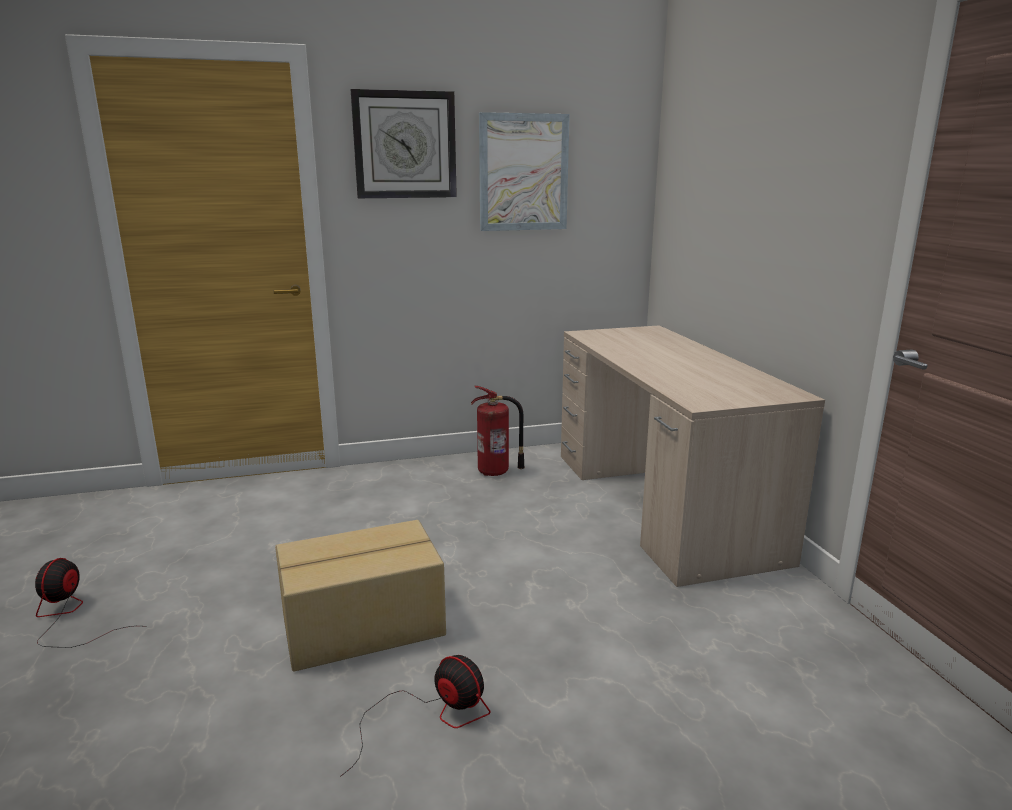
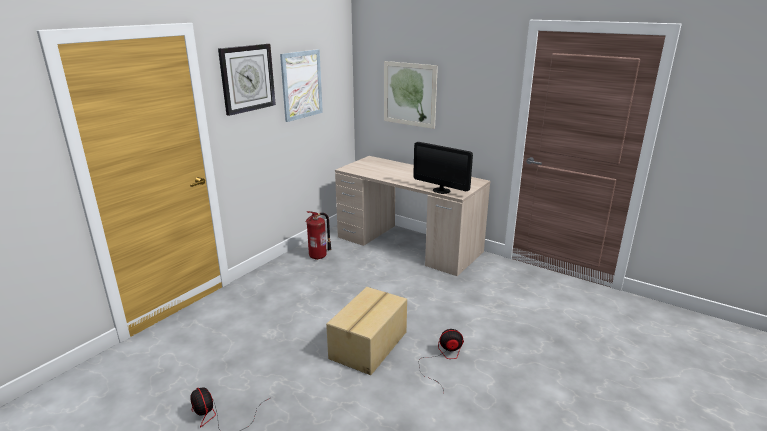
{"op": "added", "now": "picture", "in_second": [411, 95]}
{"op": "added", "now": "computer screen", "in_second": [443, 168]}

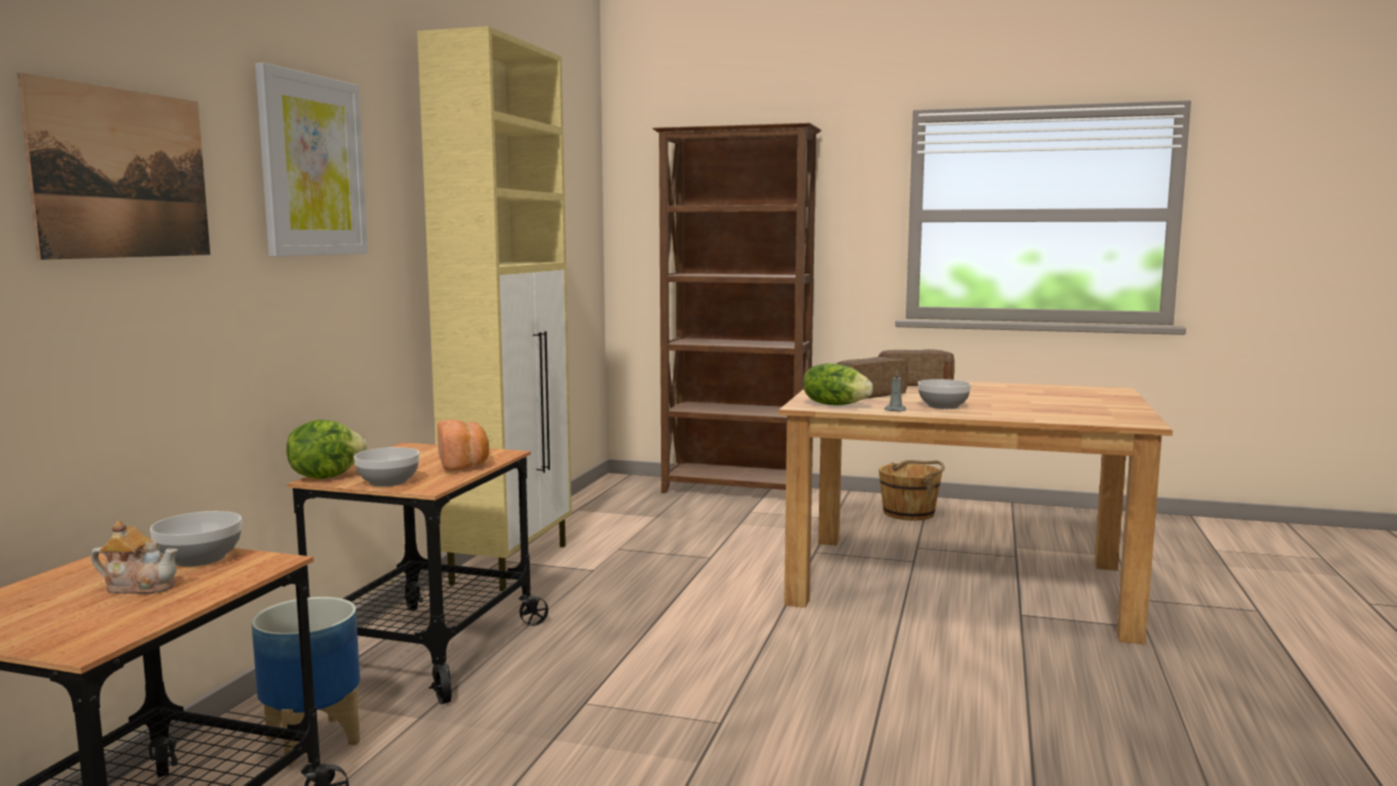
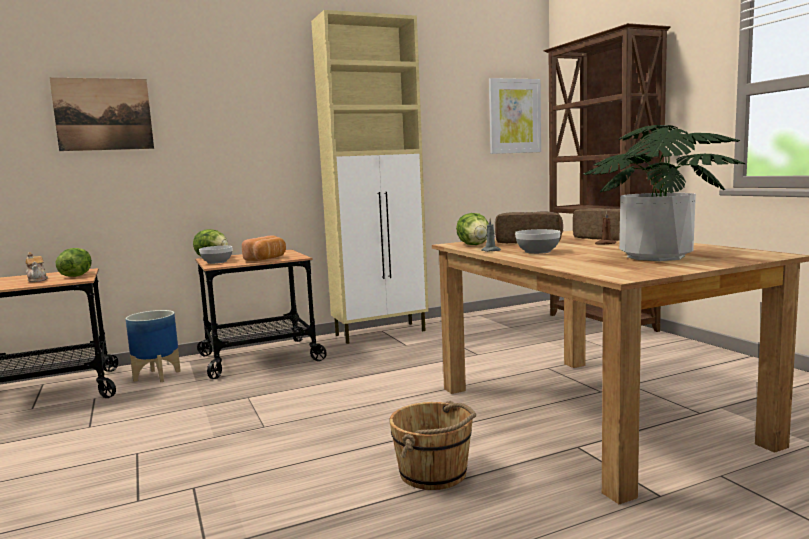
{"op": "replaced", "was": "deep dish", "now": "lettuce head", "in_first": [196, 539], "in_second": [74, 262]}
{"op": "moved", "was": "bucket/brownish", "in_first": [912, 490], "in_second": [432, 445]}
{"op": "moved", "was": "picture", "in_first": [311, 160], "in_second": [515, 116]}
{"op": "added", "now": "houseplant", "in_second": [664, 193]}

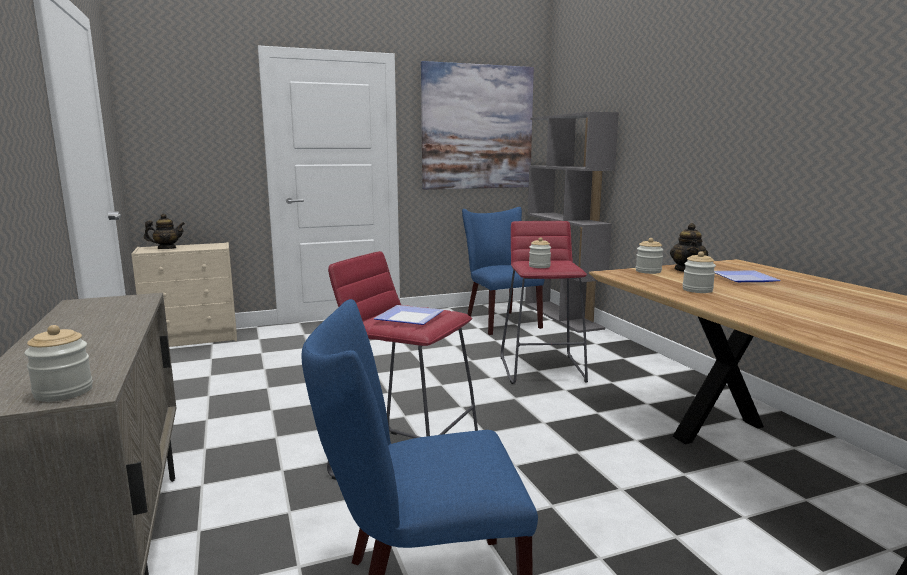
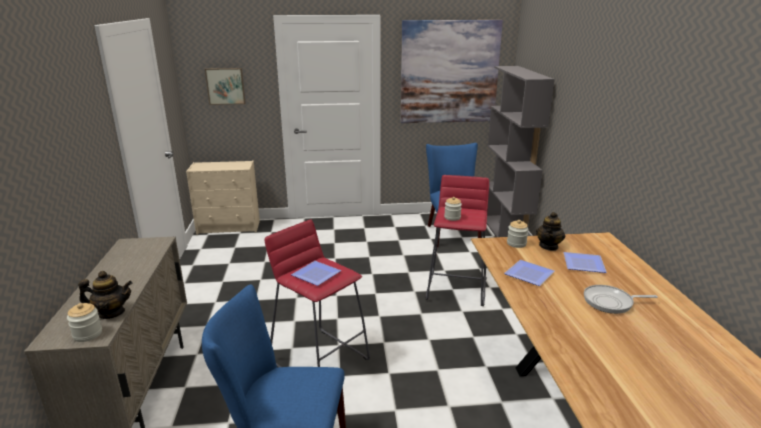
{"op": "moved", "was": "tea pot", "in_first": [164, 231], "in_second": [105, 295]}
{"op": "added", "now": "picture", "in_second": [225, 86]}
{"op": "replaced", "was": "preserve jar", "now": "dinner plate", "in_first": [699, 272], "in_second": [529, 273]}
{"op": "added", "now": "frying pan", "in_second": [621, 299]}

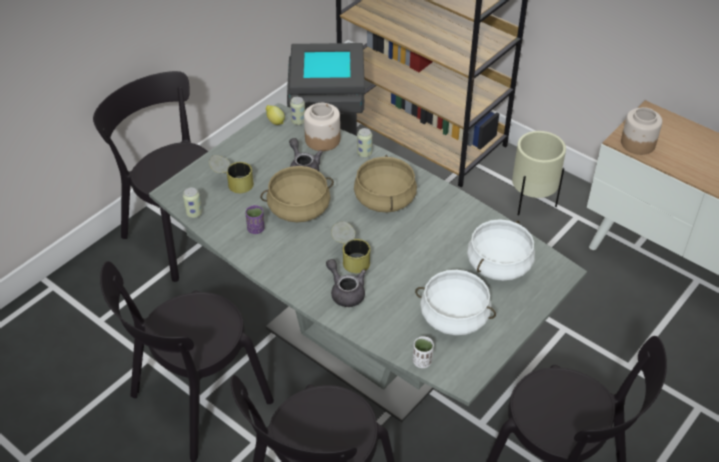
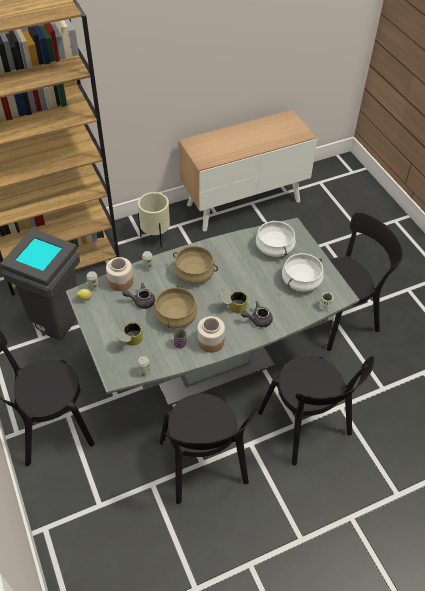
{"op": "moved", "was": "preserve jar", "in_first": [641, 131], "in_second": [211, 334]}

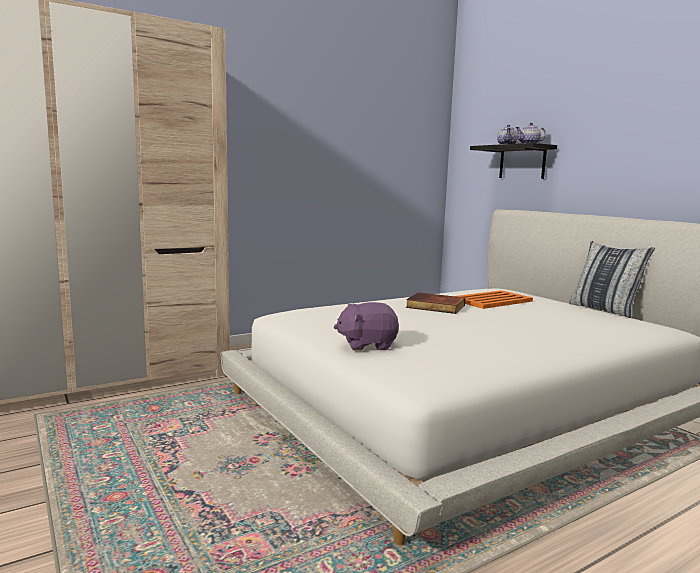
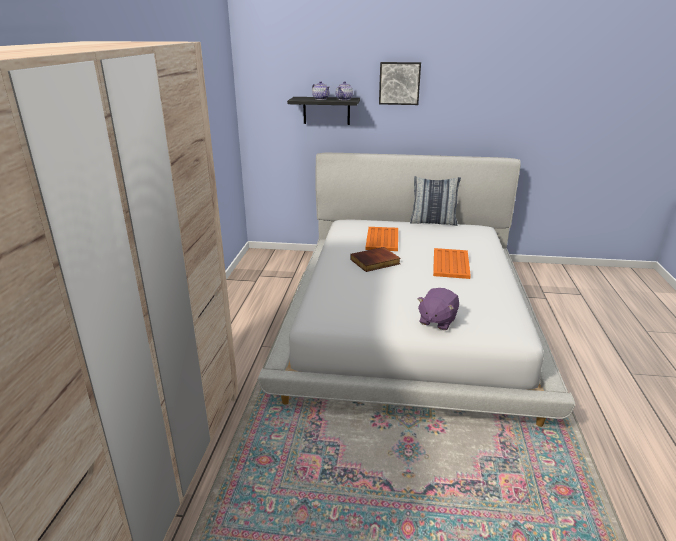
{"op": "added", "now": "picture", "in_second": [400, 83]}
{"op": "added", "now": "tray/orangey", "in_second": [452, 263]}

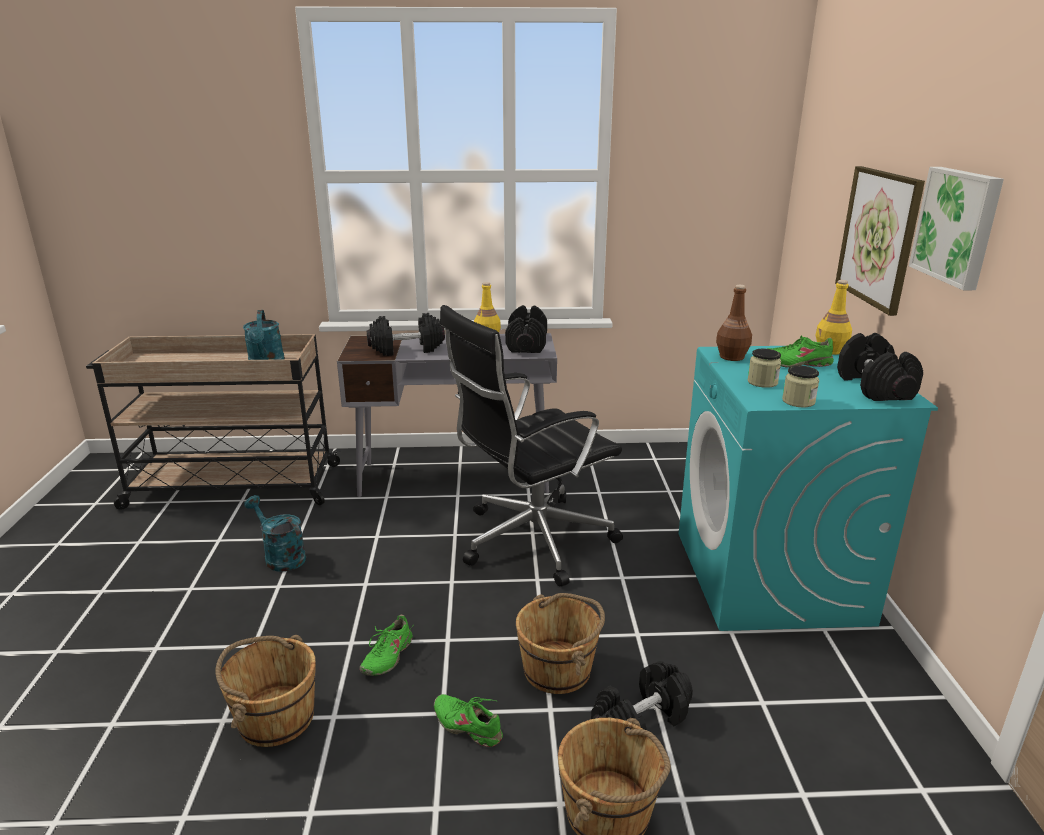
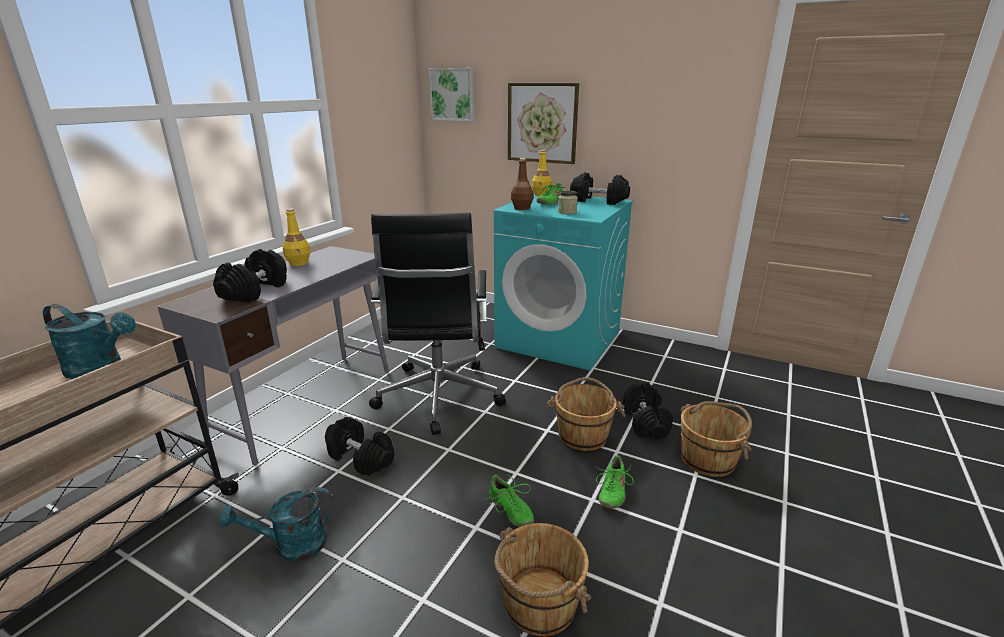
{"op": "moved", "was": "dumbbell/blackish", "in_first": [526, 329], "in_second": [359, 446]}
{"op": "moved", "was": "picture", "in_first": [956, 228], "in_second": [451, 94]}
{"op": "turned", "was": "item of footwear/greenish", "in_first": [468, 720], "in_second": [614, 482], "clockwise": -45}
{"op": "removed", "was": "preserve jar", "in_first": [800, 387]}

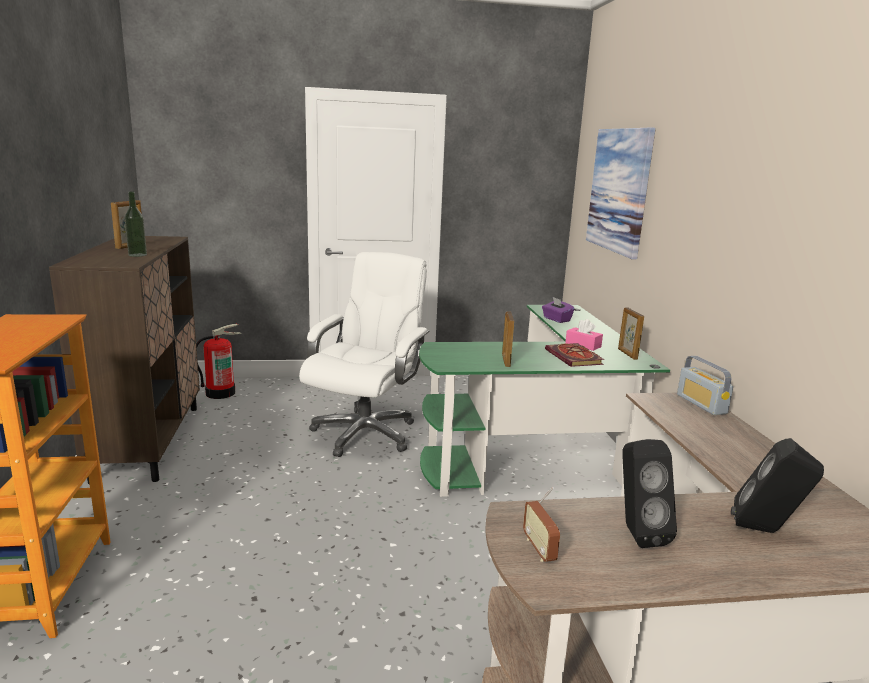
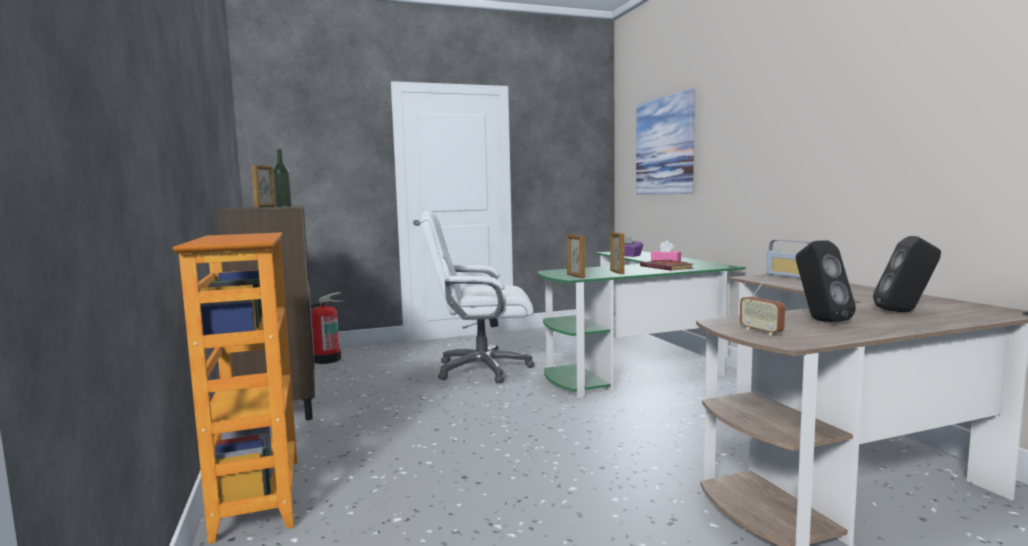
{"op": "turned", "was": "computer chair/white", "in_first": [364, 354], "in_second": [477, 296], "clockwise": -105}
{"op": "moved", "was": "picture frame", "in_first": [631, 333], "in_second": [576, 256]}

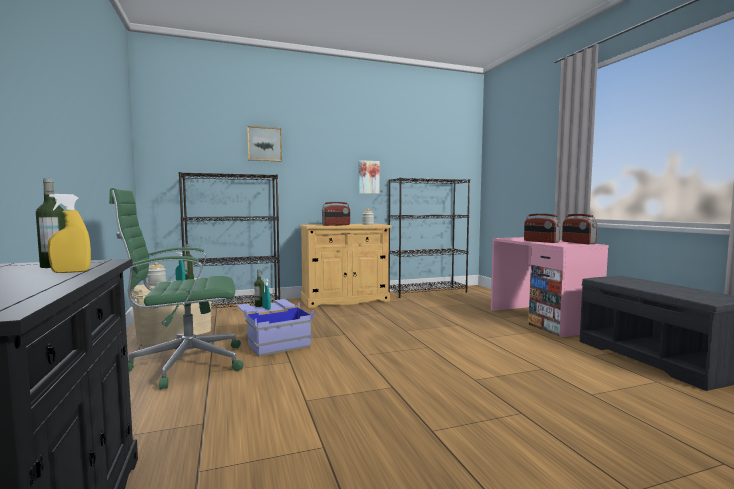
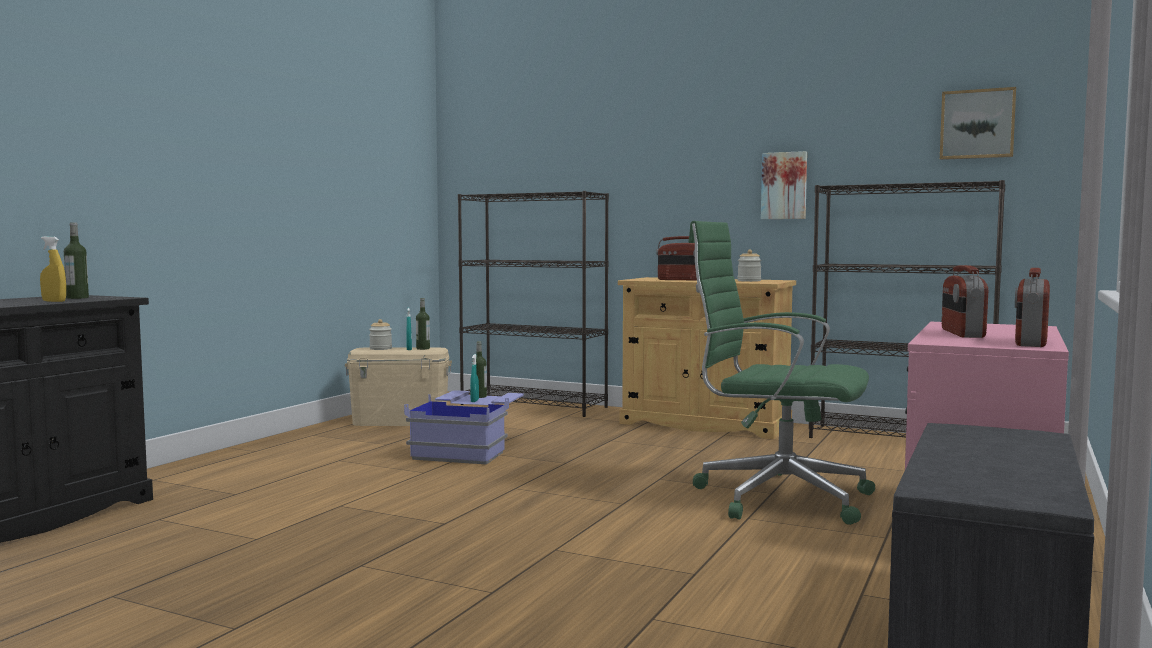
{"op": "moved", "was": "computer chair/greenish", "in_first": [176, 289], "in_second": [781, 373]}
{"op": "moved", "was": "picture", "in_first": [264, 143], "in_second": [978, 123]}

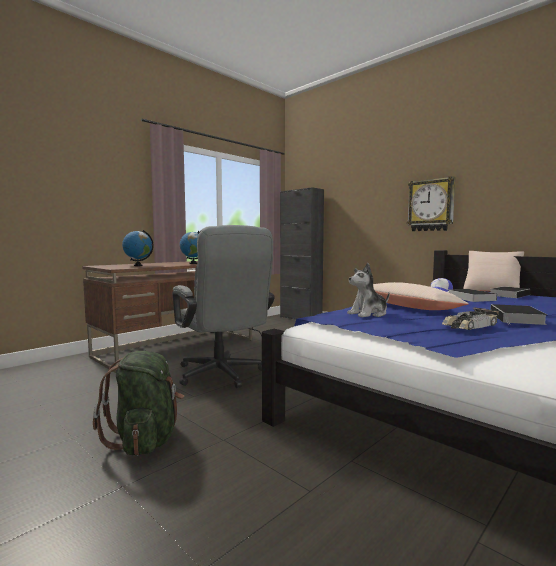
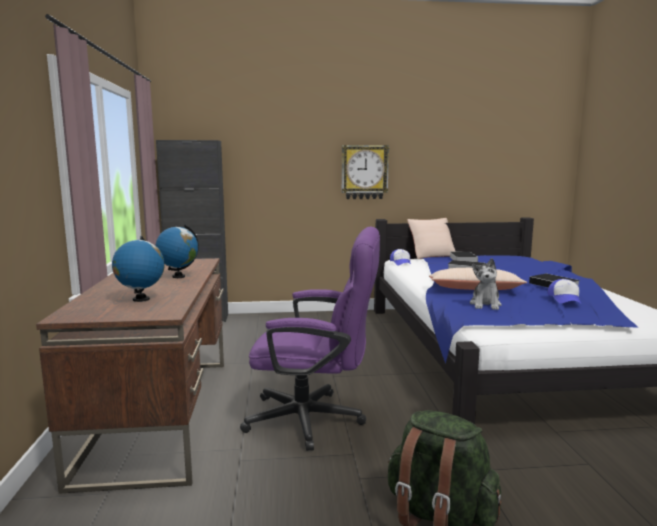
{"op": "recoloured", "was": "computer chair/greyish", "now": "computer chair/purple-coloured", "in_first": [223, 306], "in_second": [310, 339]}
{"op": "replaced", "was": "model car", "now": "baseball cap", "in_first": [470, 318], "in_second": [564, 291]}

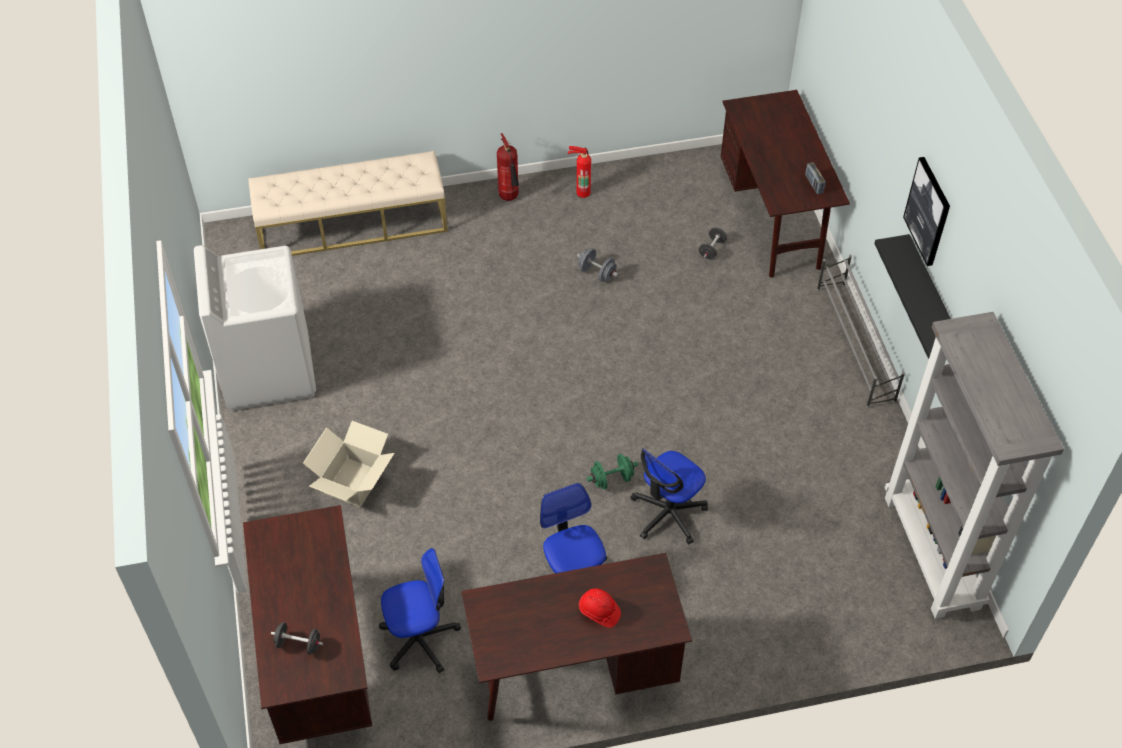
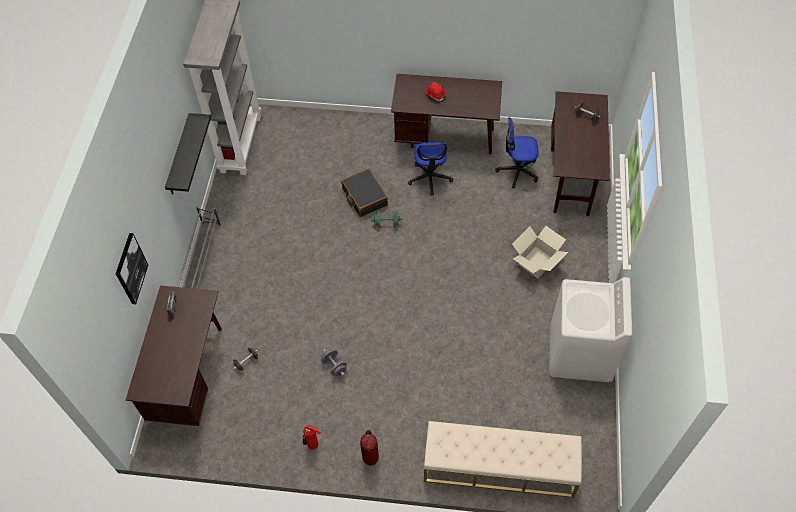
{"op": "moved", "was": "picture", "in_first": [926, 211], "in_second": [132, 268]}
{"op": "replaced", "was": "computer chair", "now": "travel case/blackish", "in_first": [669, 496], "in_second": [364, 193]}

